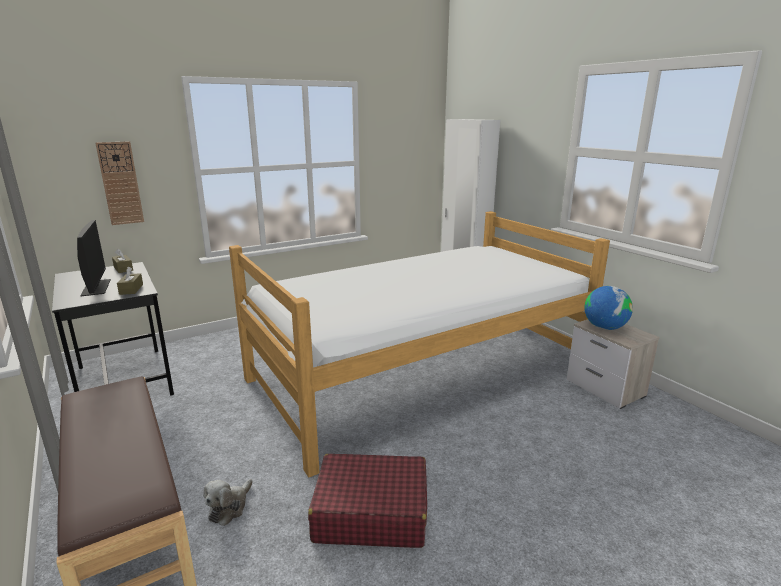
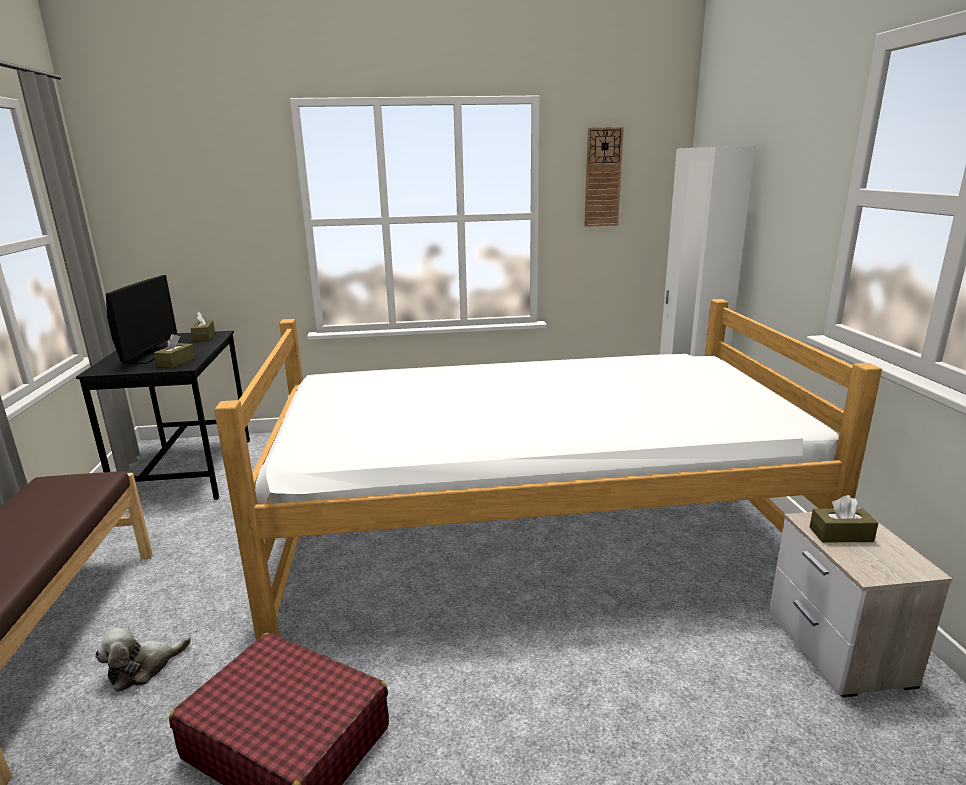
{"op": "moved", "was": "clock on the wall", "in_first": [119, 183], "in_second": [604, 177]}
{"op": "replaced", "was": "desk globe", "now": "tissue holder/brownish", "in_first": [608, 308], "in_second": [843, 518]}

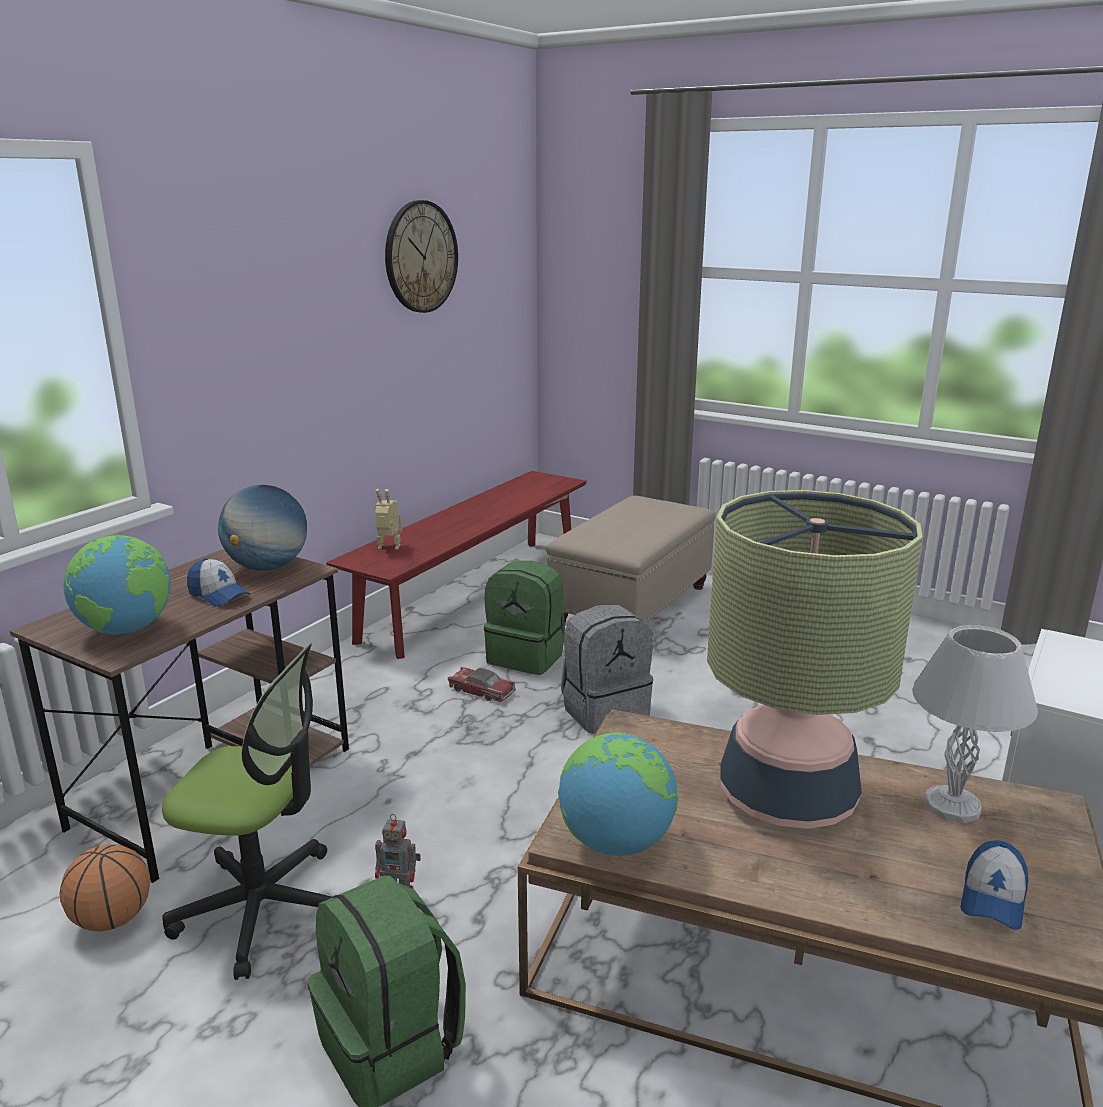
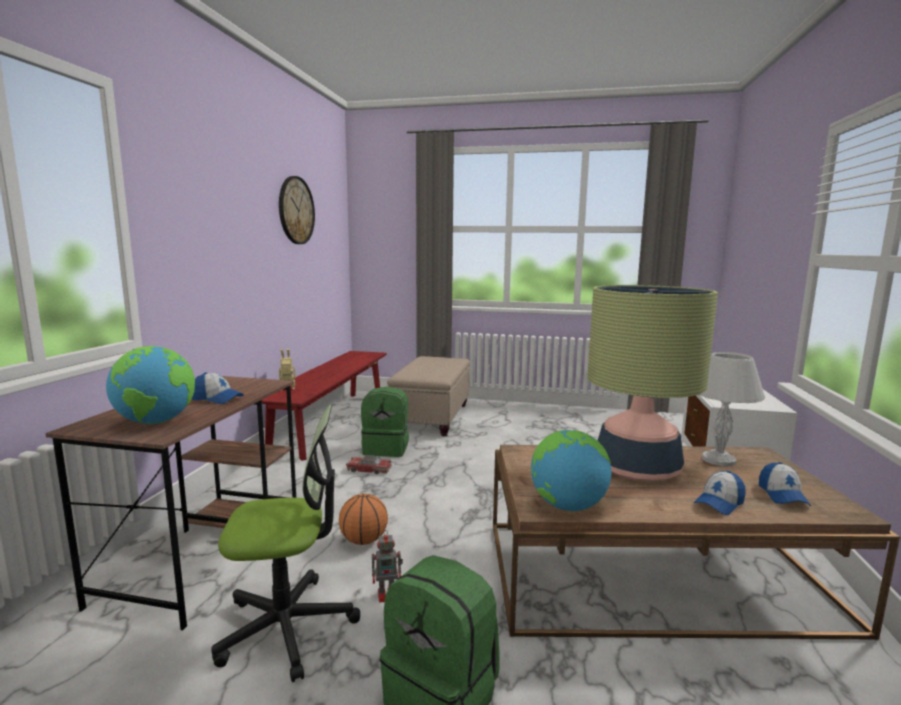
{"op": "moved", "was": "basketball ball", "in_first": [105, 887], "in_second": [363, 519]}
{"op": "added", "now": "baseball cap", "in_second": [720, 493]}
{"op": "removed", "was": "desk globe", "in_first": [262, 528]}
{"op": "removed", "was": "knapsack/greyish", "in_first": [607, 669]}

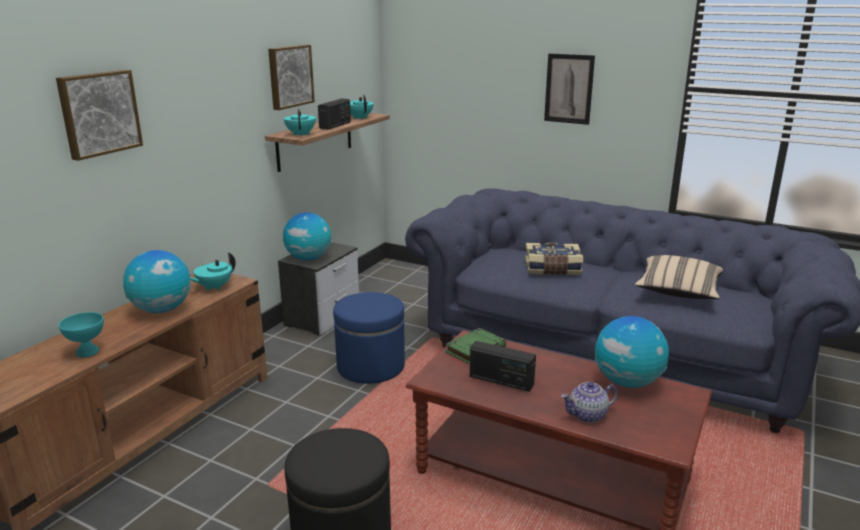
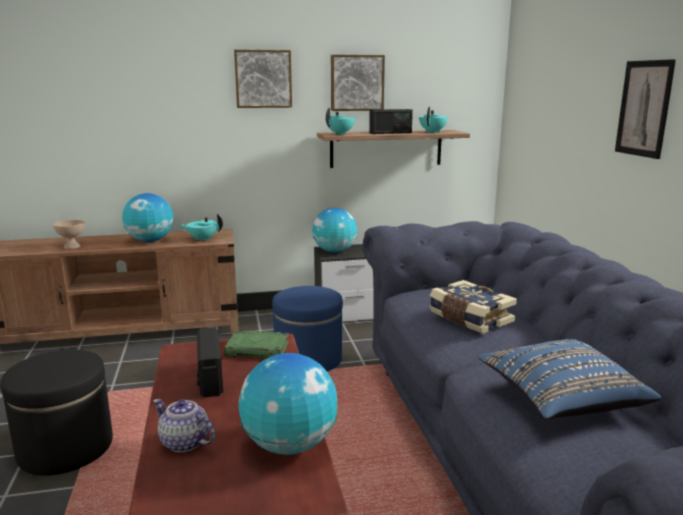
{"op": "recoloured", "was": "deep dish/blue-green", "now": "deep dish/sand-coloured", "in_first": [81, 334], "in_second": [69, 234]}
{"op": "moved", "was": "picture", "in_first": [99, 115], "in_second": [263, 79]}
{"op": "recoloured", "was": "cushion/sand-coloured", "now": "cushion/bluish", "in_first": [679, 277], "in_second": [569, 379]}

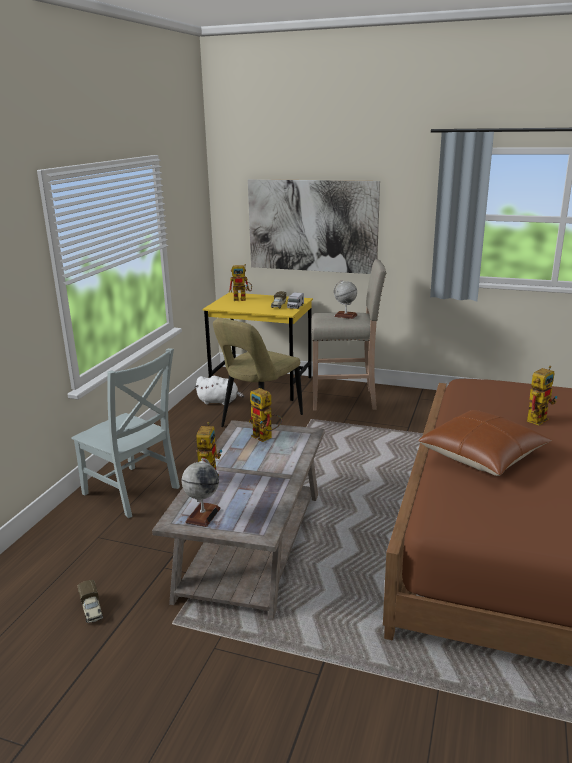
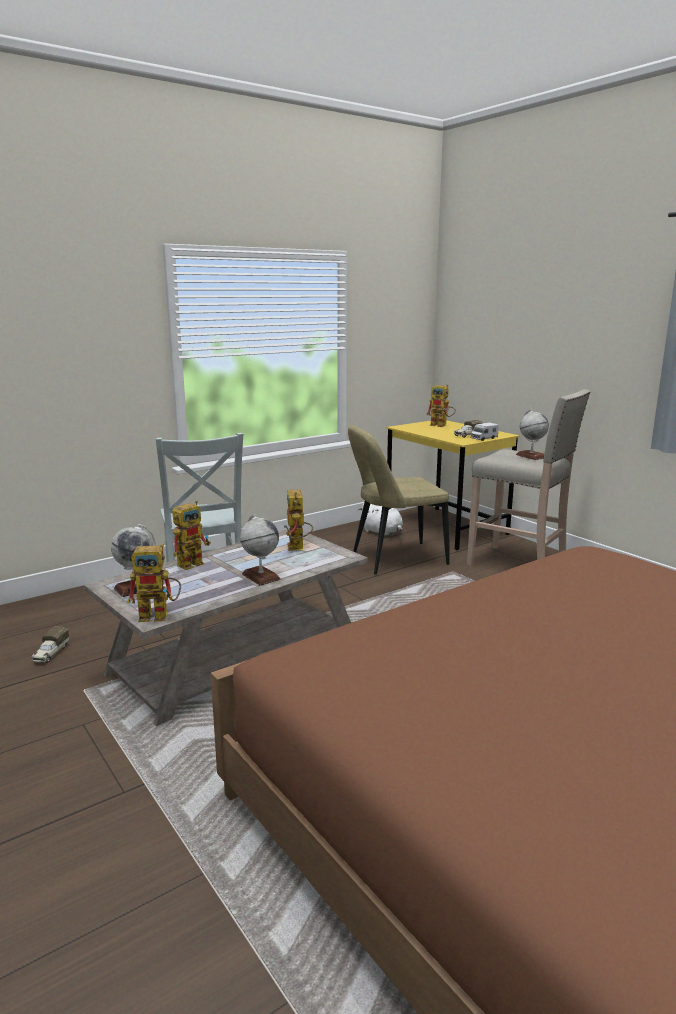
{"op": "moved", "was": "toy robot", "in_first": [542, 395], "in_second": [154, 583]}
{"op": "added", "now": "desk globe", "in_second": [260, 550]}
{"op": "removed", "was": "picture", "in_first": [314, 226]}
{"op": "removed", "was": "cushion/brownish", "in_first": [485, 443]}

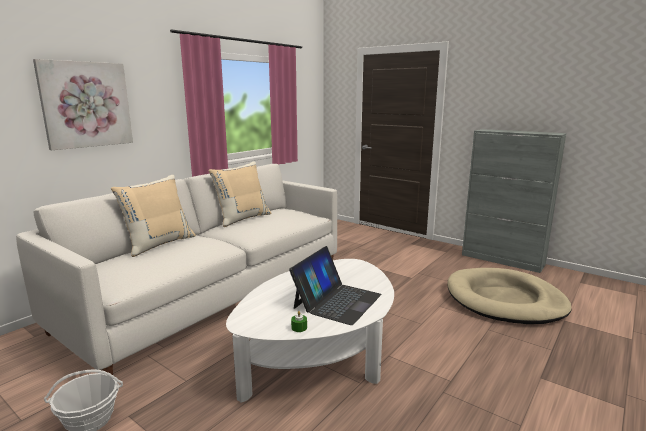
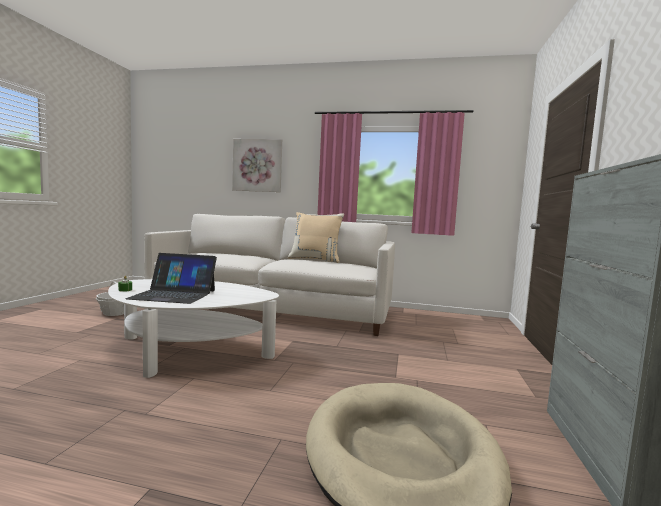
{"op": "removed", "was": "cushion/sand-coloured", "in_first": [153, 216]}

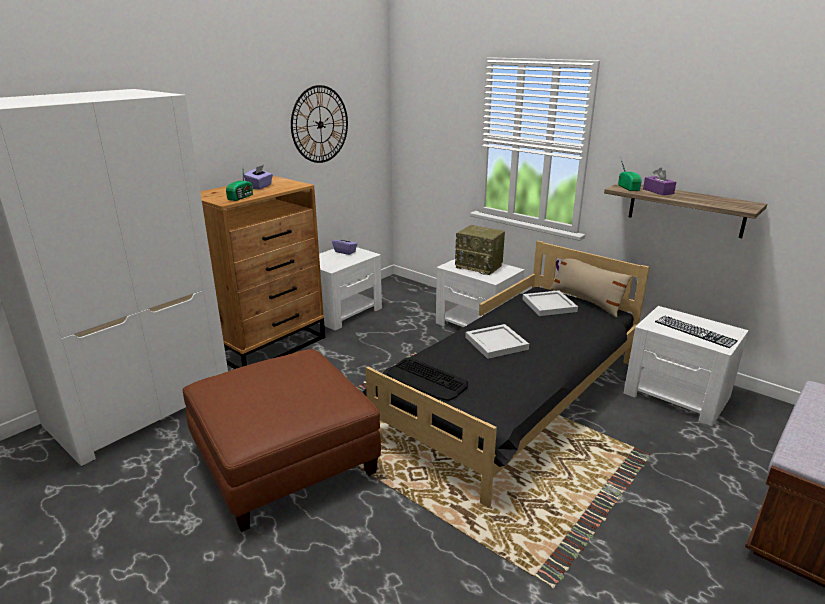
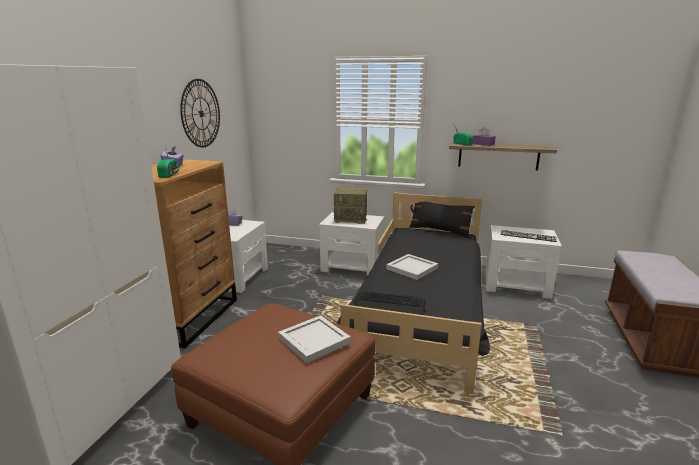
{"op": "moved", "was": "tray/white", "in_first": [550, 303], "in_second": [314, 339]}
{"op": "recoloured", "was": "cushion/sand-coloured", "now": "cushion/blackish", "in_first": [591, 288], "in_second": [442, 220]}

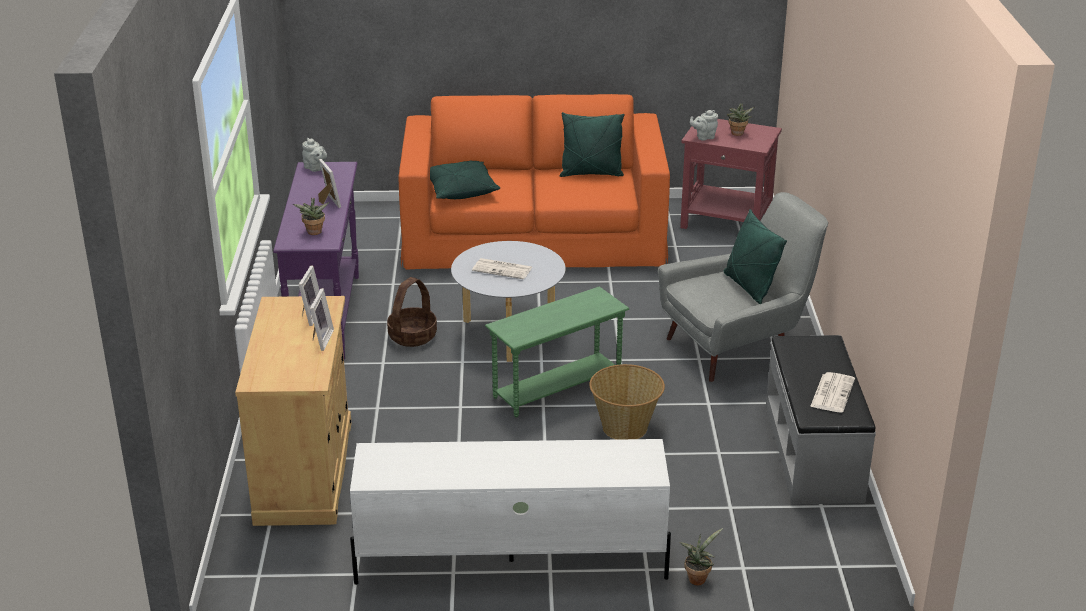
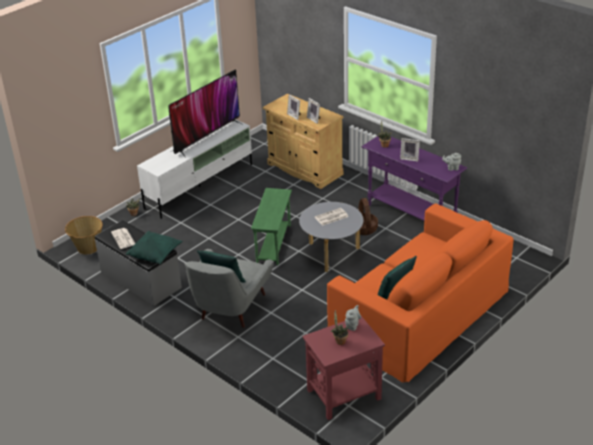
{"op": "moved", "was": "storage basket", "in_first": [627, 402], "in_second": [84, 235]}
{"op": "moved", "was": "cushion/greenish", "in_first": [465, 180], "in_second": [154, 247]}
{"op": "added", "now": "television", "in_second": [206, 113]}

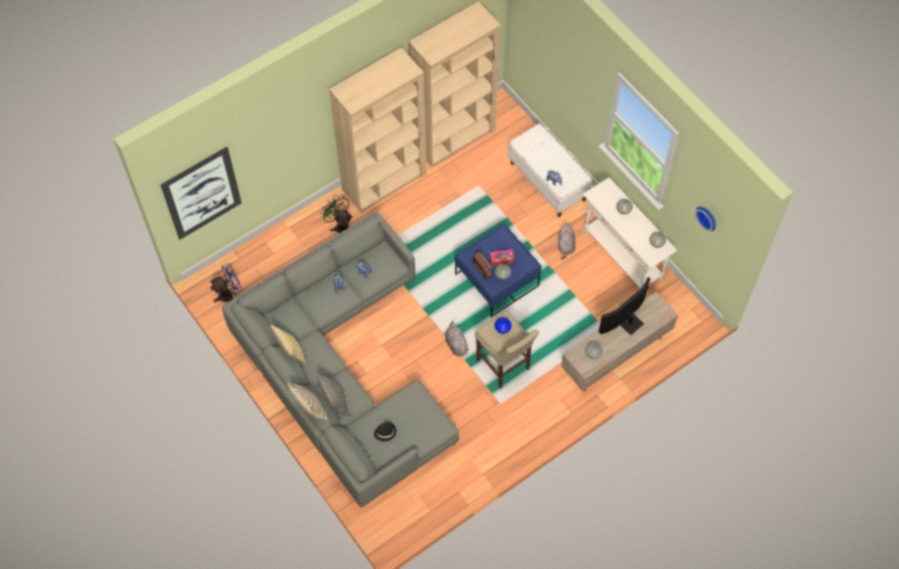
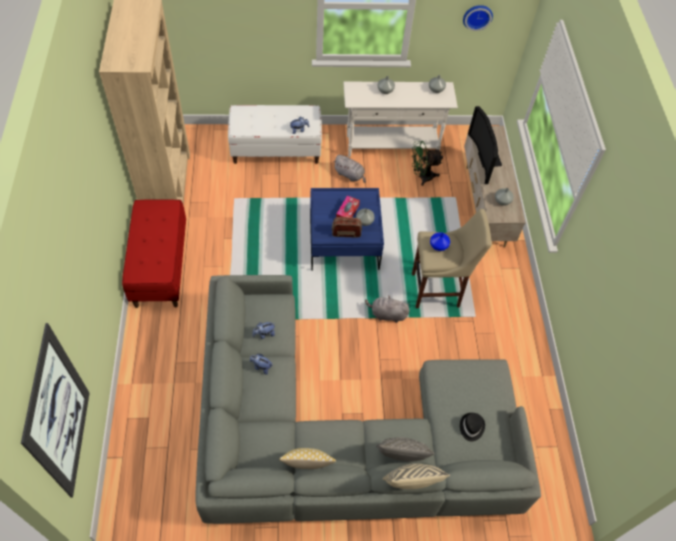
{"op": "replaced", "was": "bookshelf/sand-coloured", "now": "long seat/reddish", "in_first": [377, 130], "in_second": [154, 253]}
{"op": "moved", "was": "fan/greenish", "in_first": [336, 213], "in_second": [427, 163]}
{"op": "removed", "was": "fan/bluish", "in_first": [226, 282]}

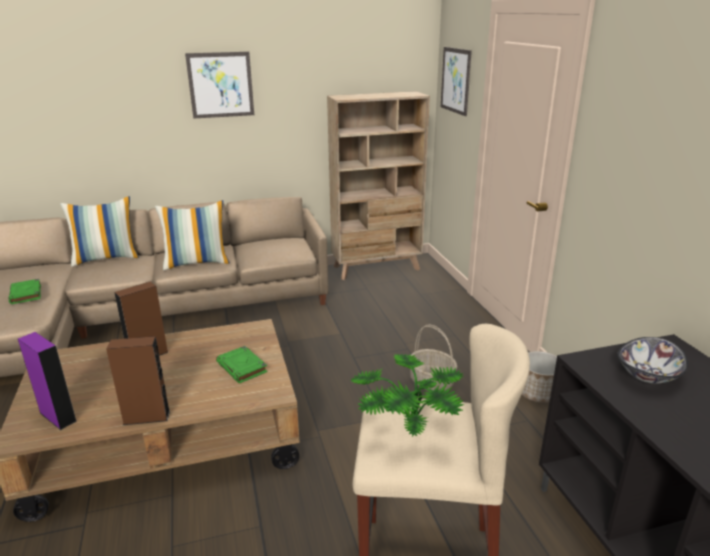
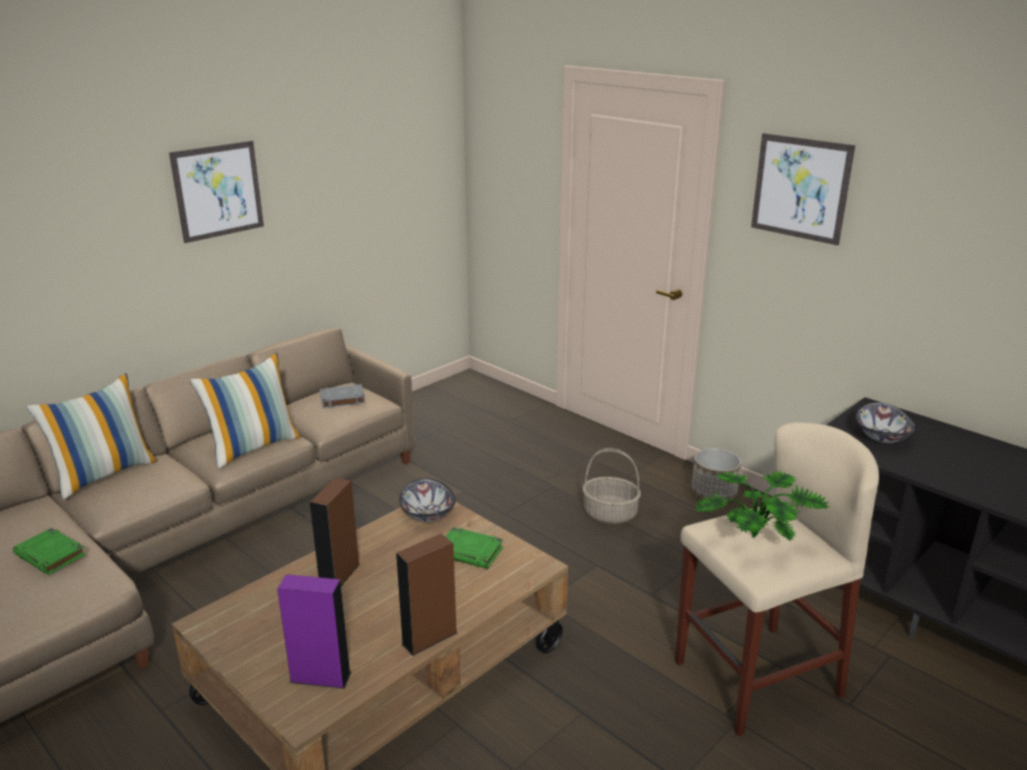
{"op": "added", "now": "bound book/greyish", "in_second": [343, 396]}
{"op": "added", "now": "deep dish", "in_second": [427, 500]}
{"op": "moved", "was": "picture", "in_first": [456, 81], "in_second": [803, 189]}
{"op": "removed", "was": "bookshelf/sand-coloured", "in_first": [378, 185]}

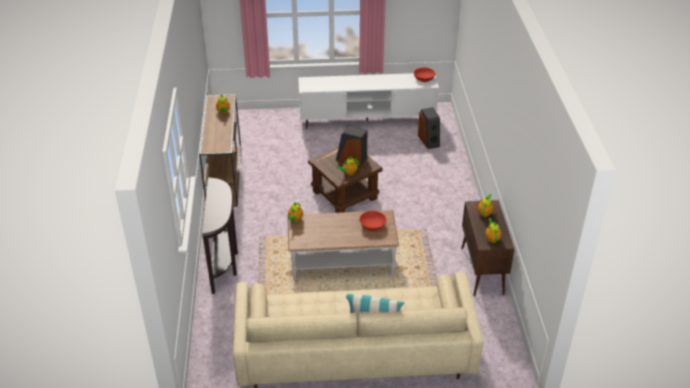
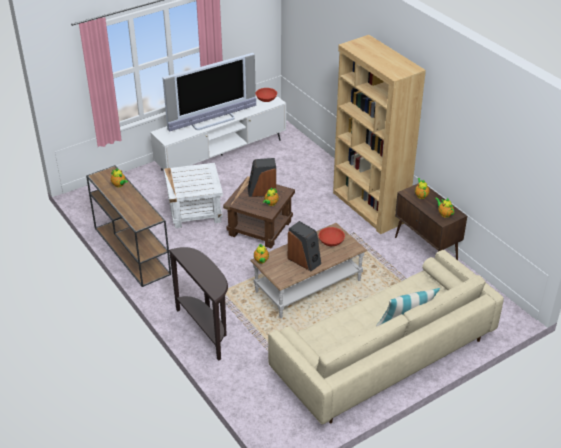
{"op": "added", "now": "television", "in_second": [209, 92]}
{"op": "added", "now": "side table/white", "in_second": [193, 195]}
{"op": "moved", "was": "speaker", "in_first": [429, 128], "in_second": [304, 246]}
{"op": "added", "now": "bookshelf/brownish", "in_second": [379, 134]}

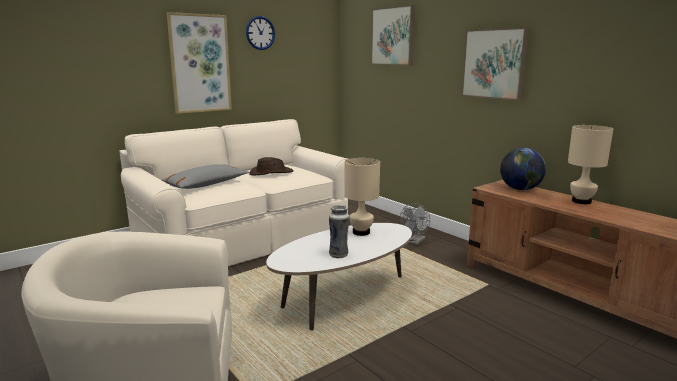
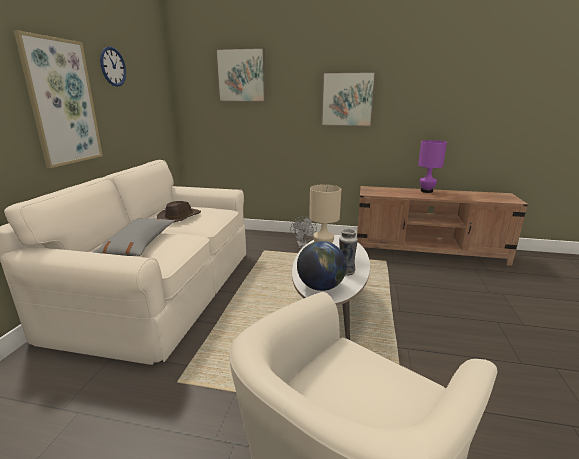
{"op": "moved", "was": "desk globe", "in_first": [523, 169], "in_second": [322, 266]}
{"op": "recoloured", "was": "lamp for a table/sand-coloured", "now": "lamp for a table/purple-coloured", "in_first": [590, 164], "in_second": [432, 166]}

